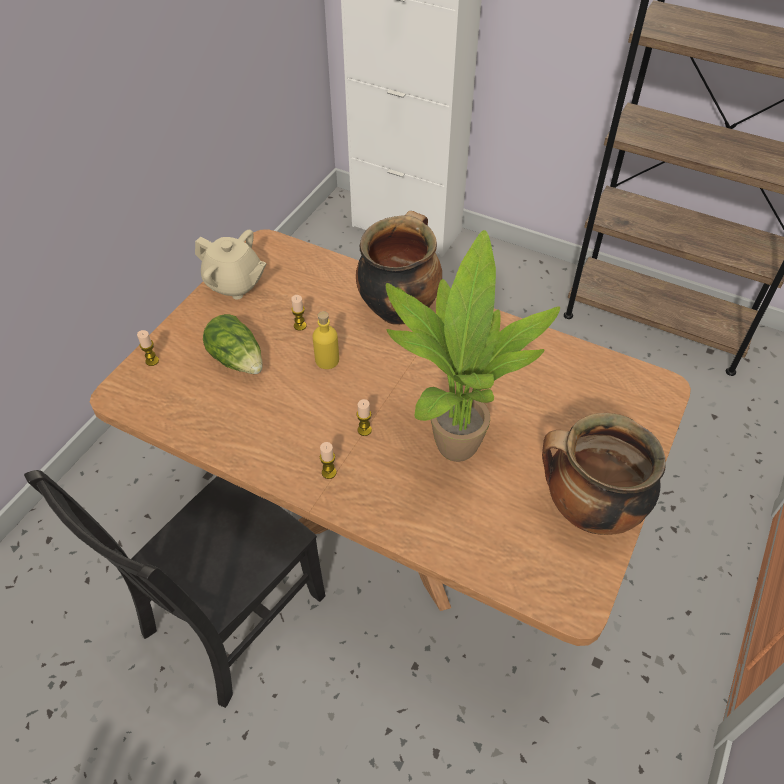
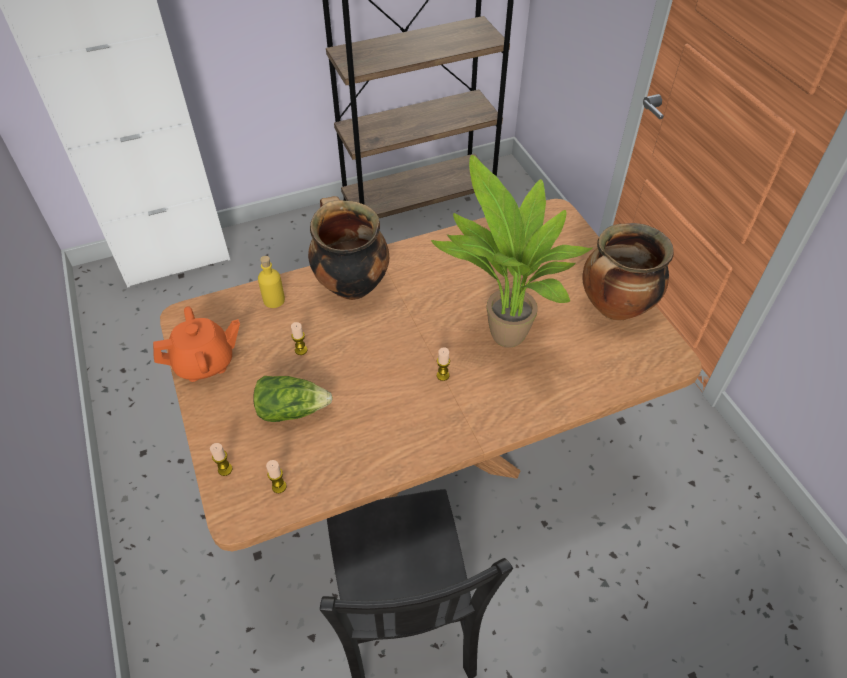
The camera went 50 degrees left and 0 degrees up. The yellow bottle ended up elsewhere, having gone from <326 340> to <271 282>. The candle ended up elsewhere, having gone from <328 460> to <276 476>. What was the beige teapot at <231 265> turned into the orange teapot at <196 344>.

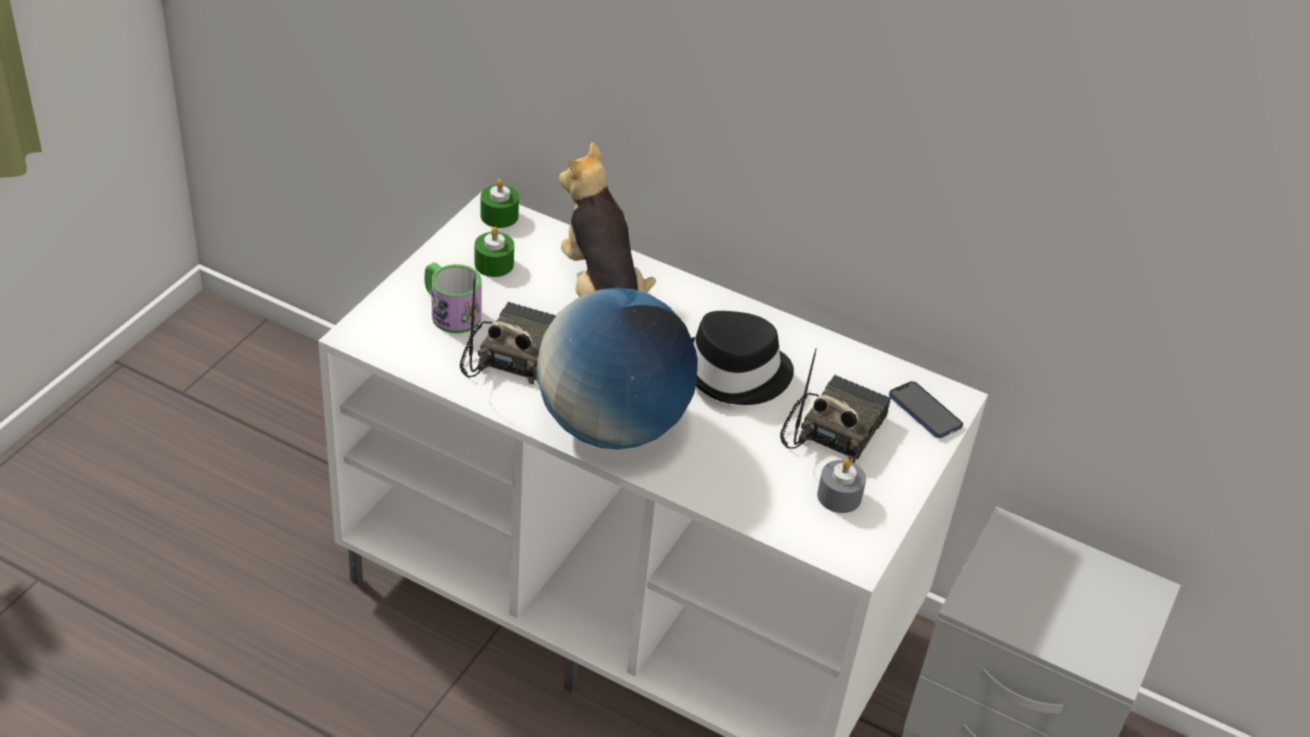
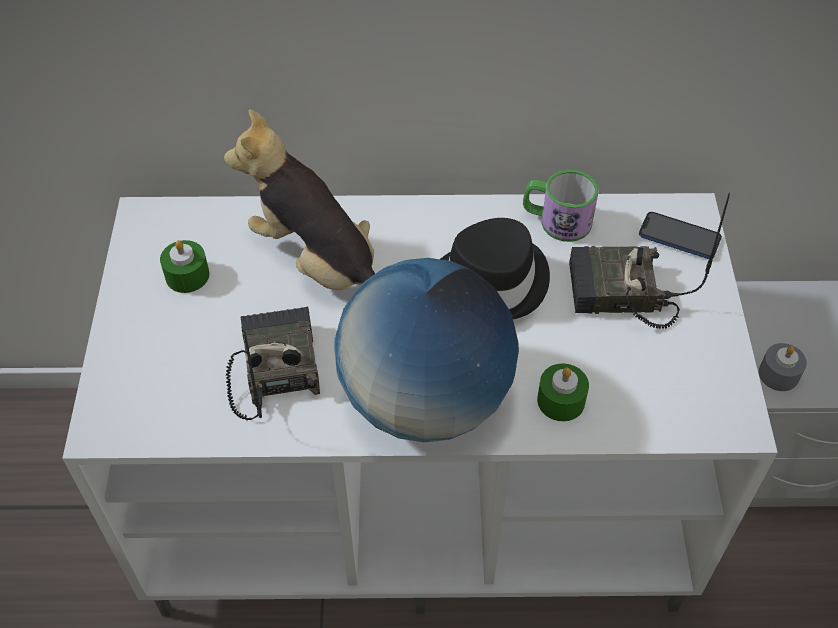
The camera went 25 degrees left and 10 degrees up. The mug ended up elsewhere, having gone from <452 297> to <560 206>. The green candle ended up elsewhere, having gone from <500 203> to <563 392>. The grey candle ended up elsewhere, having gone from <841 486> to <783 367>. The radio at <835 405> ended up facing another way, 90 degrees counterclockwise from before.

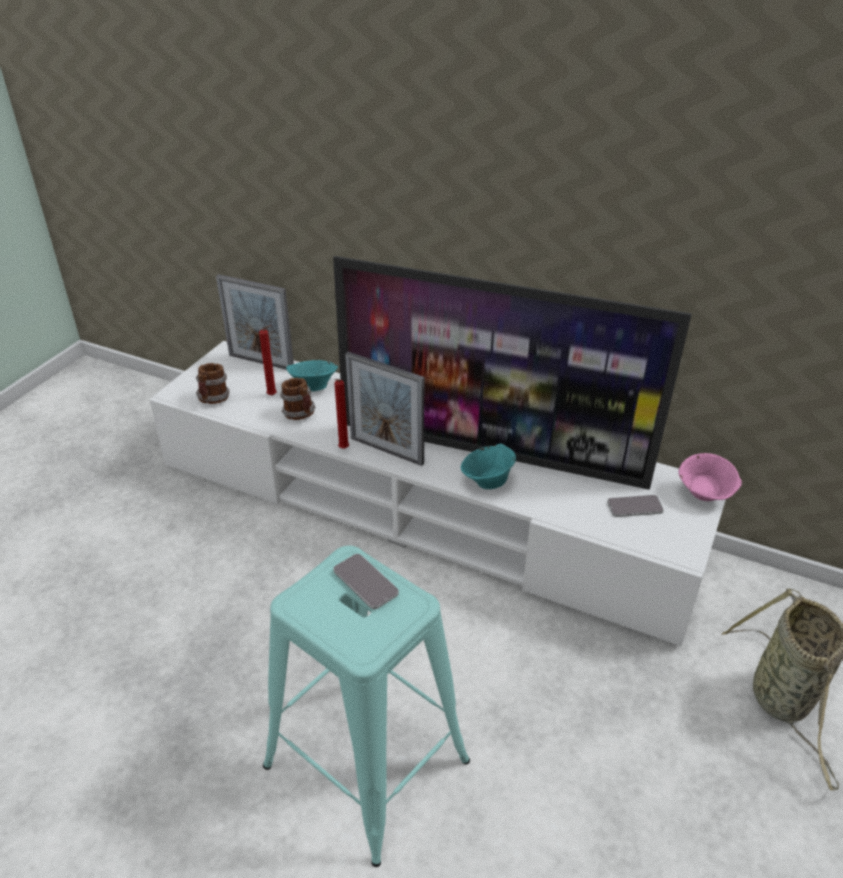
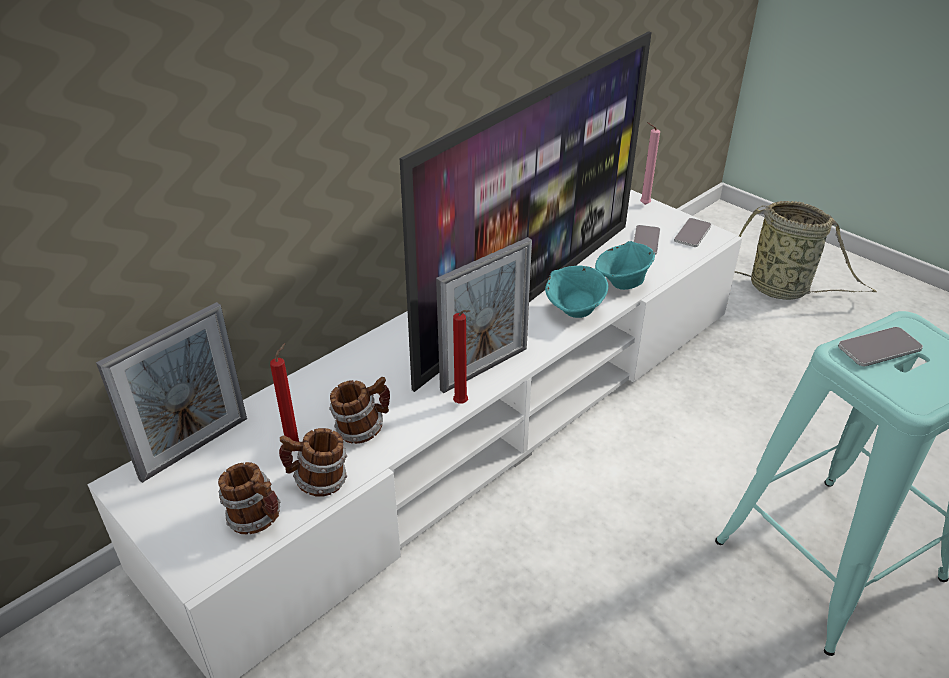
The camera went 70 degrees left and 0 degrees up. The second view gained the mug at <313 462>. The second view gained the phone at <692 232>. The turquoise bowl ended up elsewhere, having gone from <312 376> to <625 265>. Where the pink bowl stood at <710 477>, the pink candle came to stand at <650 163>.

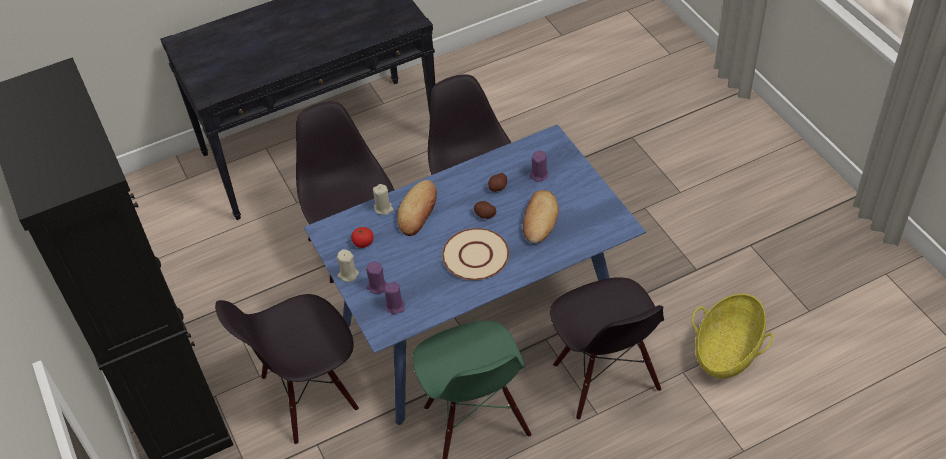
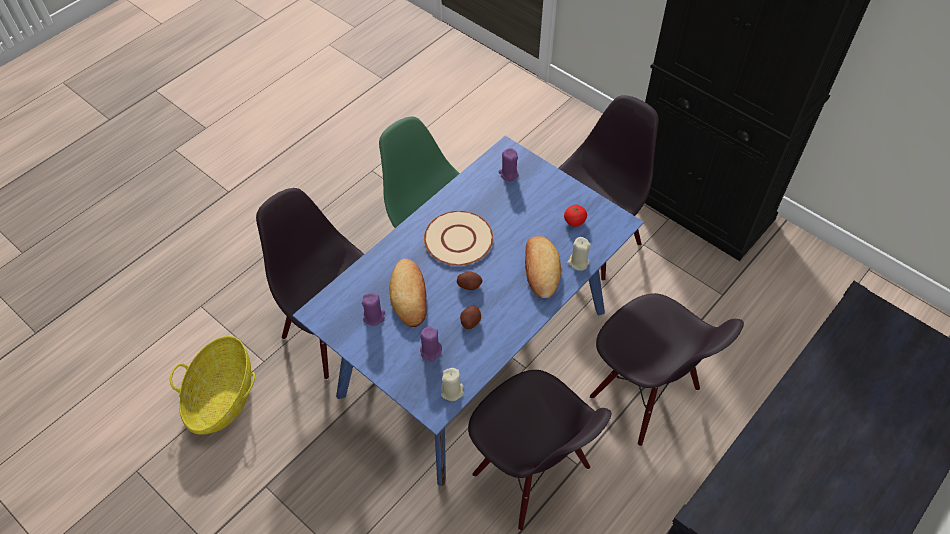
The camera went 155 degrees right and 5 degrees up. The beige candle ended up elsewhere, having gone from <348 265> to <452 384>. The purple candle ended up elsewhere, having gone from <376 277> to <373 309>.

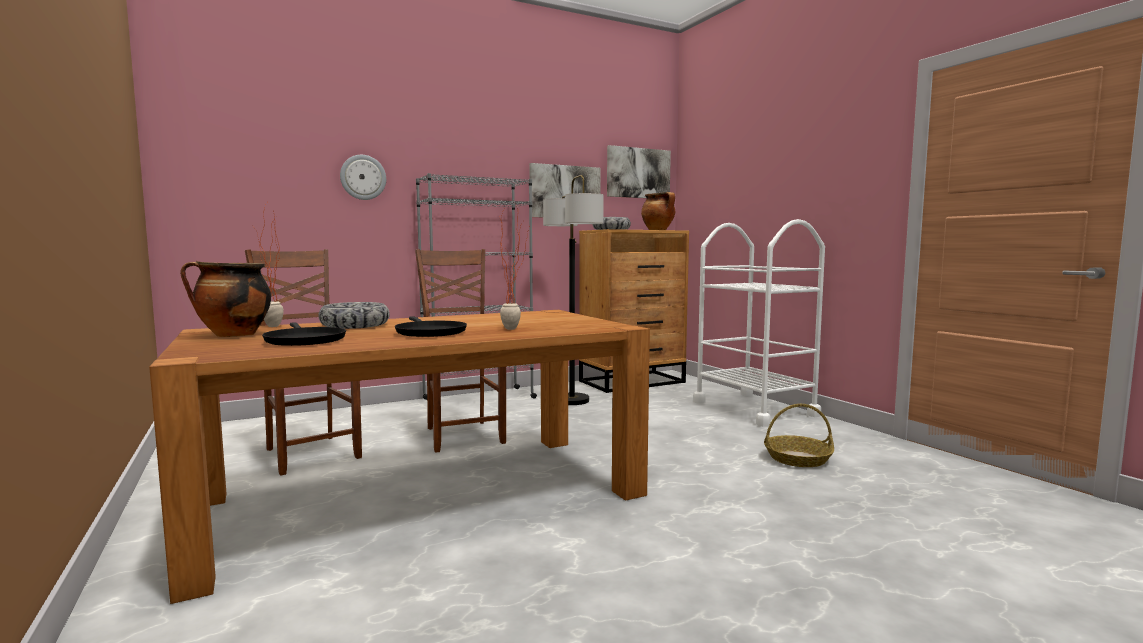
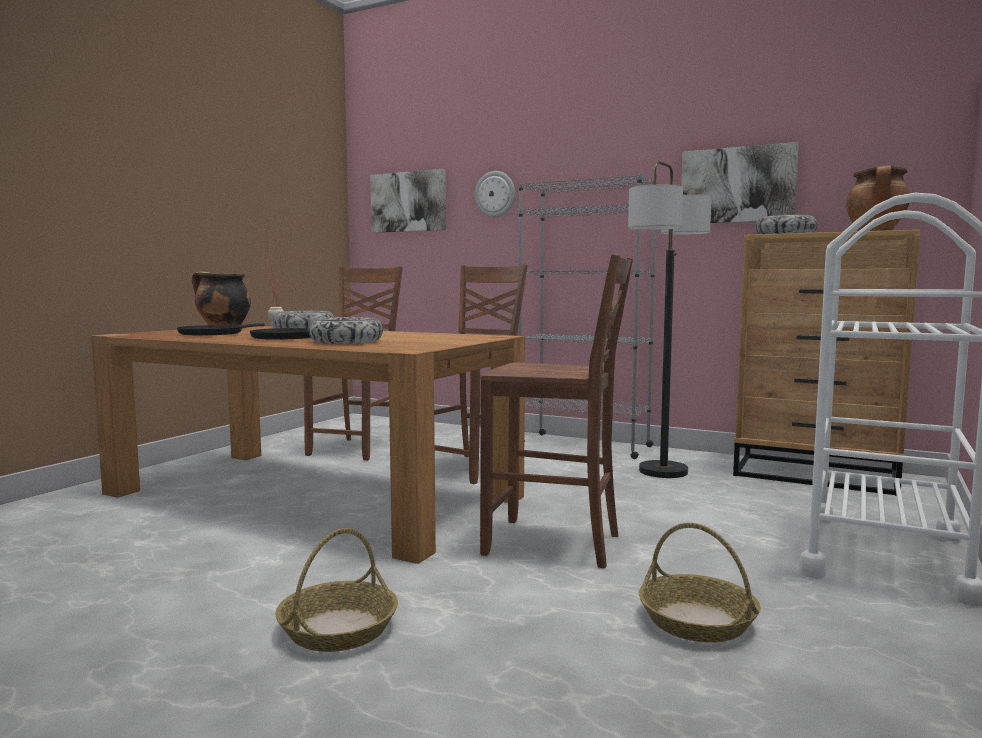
The camera went 55 degrees right and 0 degrees up. The second view gained the basket at <336 590>. The second view gained the brown chair at <556 411>. The picture ended up elsewhere, having gone from <639 171> to <408 201>. Where the potted plant stood at <514 266>, the bowl came to stand at <346 330>.

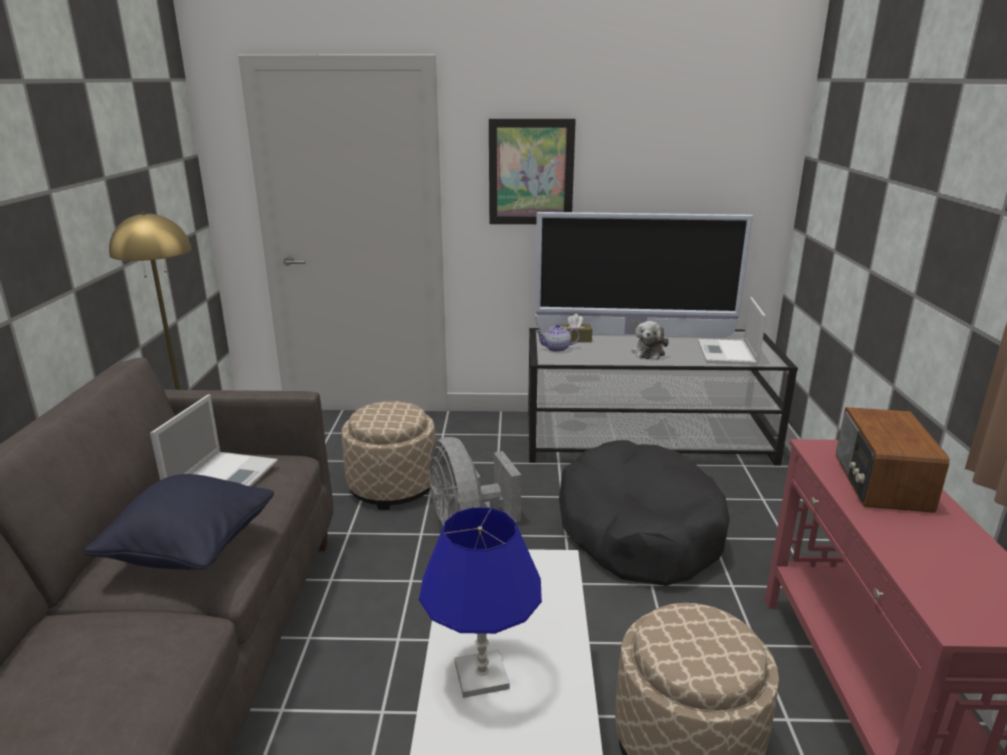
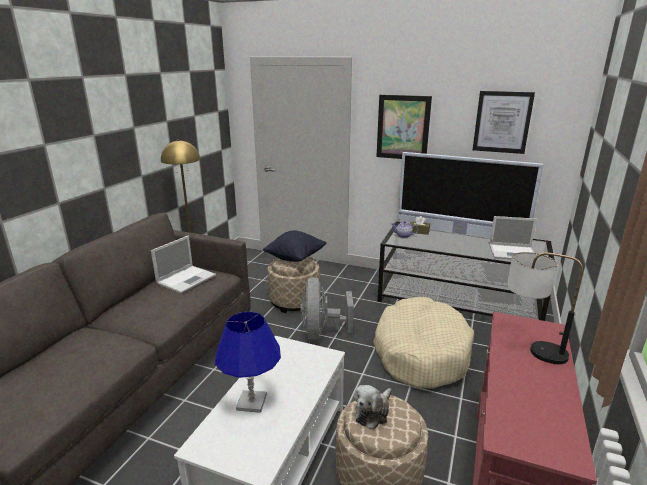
The camera went 20 degrees right and 0 degrees up. The second view gained the picture at <504 122>. The black pillow ended up elsewhere, having gone from <179 522> to <295 246>. The plush toy ended up elsewhere, having gone from <650 340> to <373 407>. Where the radio stood at <893 460>, the table lamp came to stand at <545 308>. What was the black dog bed at <644 513> turned into the beige dog bed at <423 343>. The laptop at <732 331> ended up facing another way, 105 degrees counterclockwise from before.

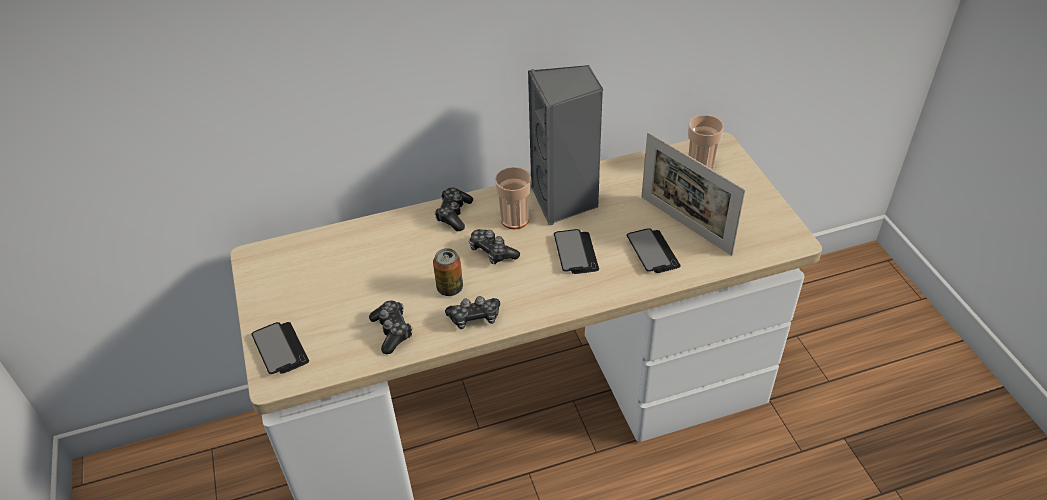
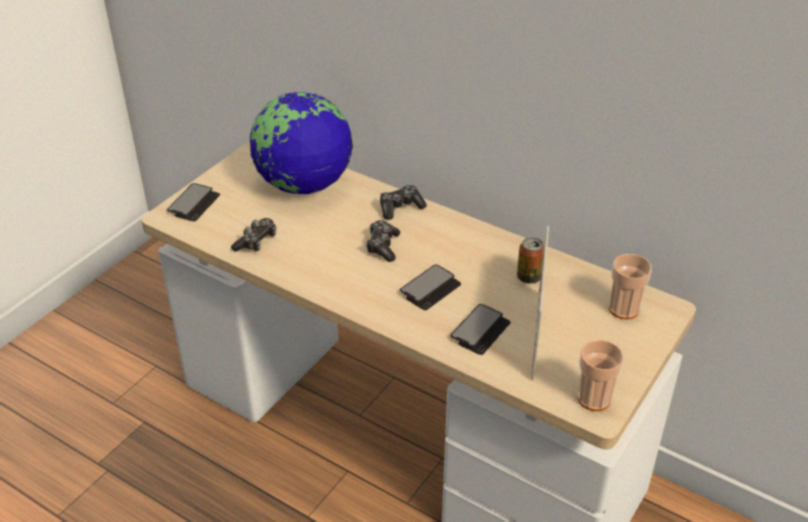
The camera went 50 degrees right and 5 degrees down. The second view lost the game controller at <472 312>. The second view lost the grey speaker at <565 145>. The second view gained the globe at <301 142>. The can ended up elsewhere, having gone from <448 272> to <530 260>. The cup ended up elsewhere, having gone from <513 198> to <601 375>.

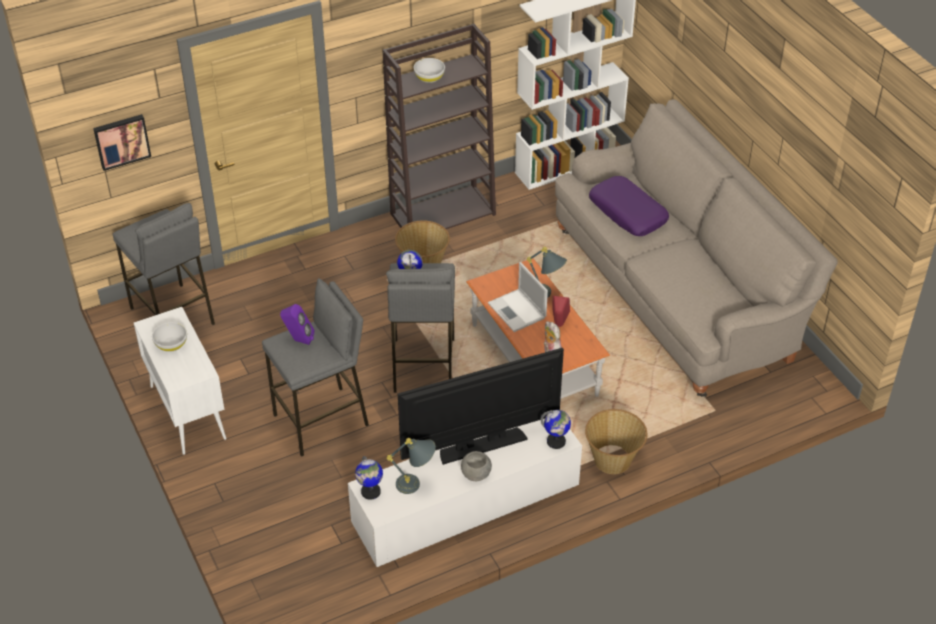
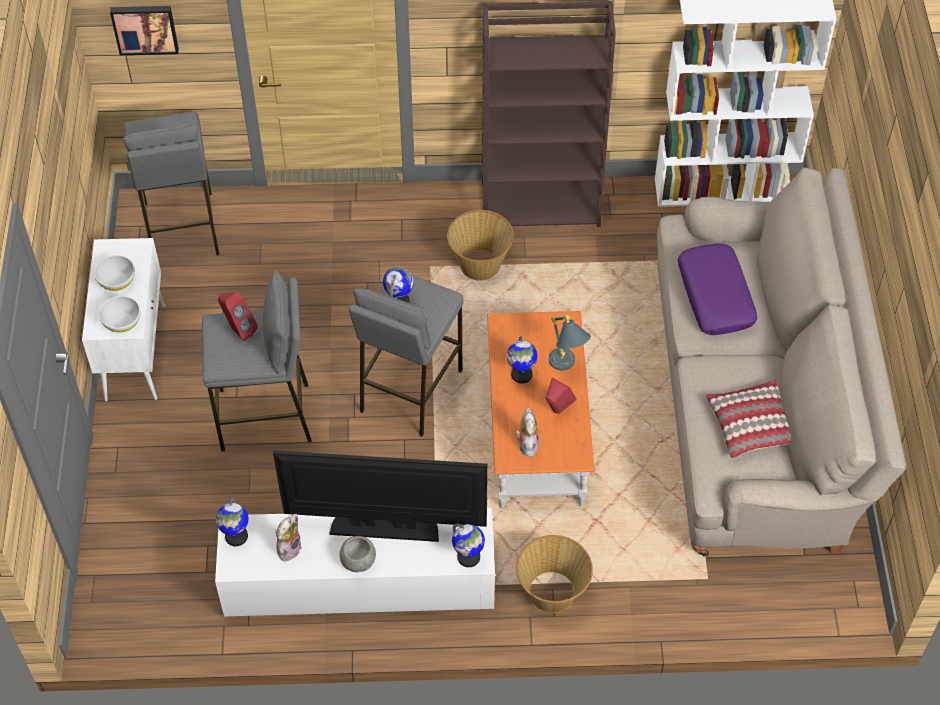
The camera went 25 degrees right and 10 degrees up. The second view gained the pillow at <748 419>. The white bowl ended up elsewhere, having gone from <429 70> to <120 314>. Where the grey table lamp stood at <411 466>, the plush toy came to stand at <288 537>. Where the laptop stood at <518 297>, the globe came to stand at <522 359>. What was the purple speaker at <297 324> turned into the red speaker at <238 317>.

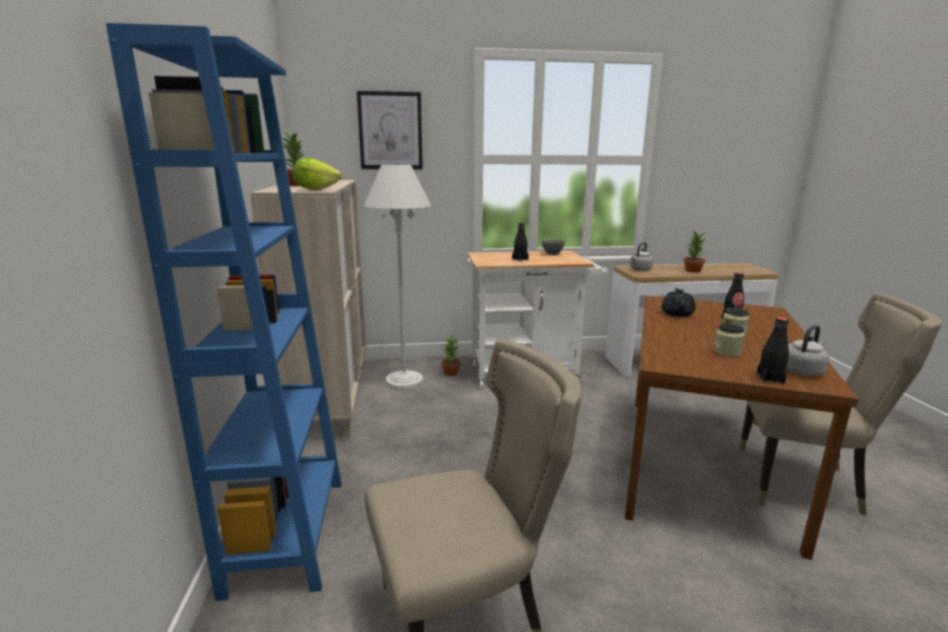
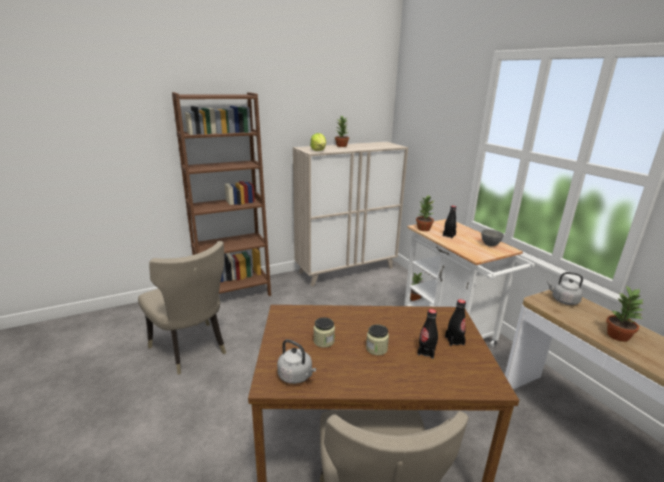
The camera went 70 degrees right and 5 degrees up. The second view lost the picture at <390 130>. The second view lost the white floor lamp at <397 276>. The second view lost the black teapot at <678 302>. The second view gained the potted plant at <425 213>. The black bottle ended up elsewhere, having gone from <773 350> to <455 322>. What was the blue bookcase at <224 312> turned into the brown bookcase at <221 194>.

